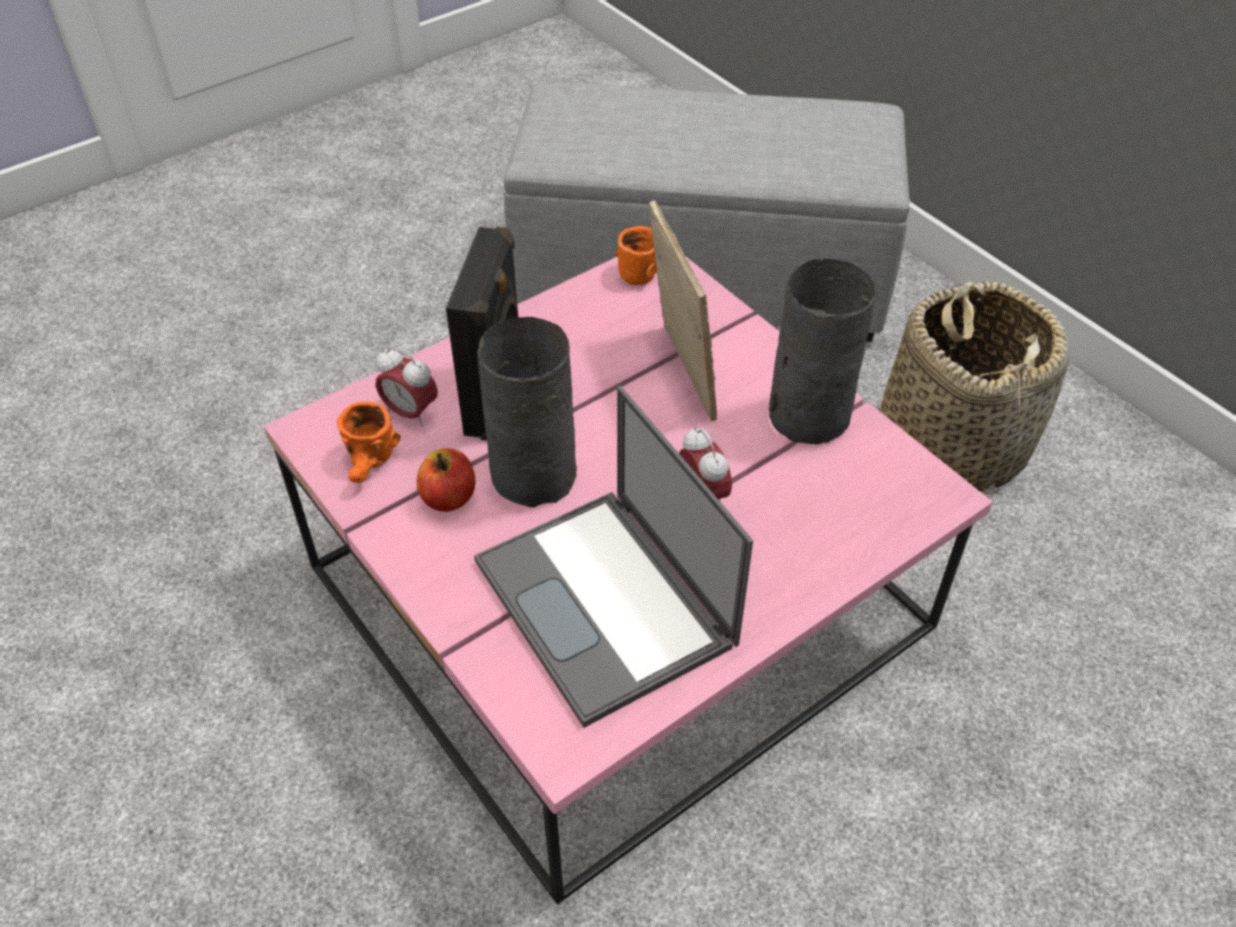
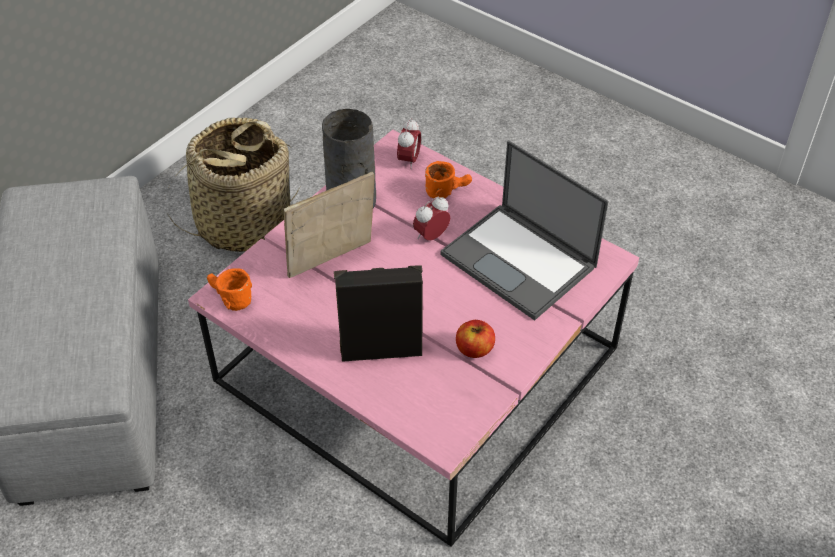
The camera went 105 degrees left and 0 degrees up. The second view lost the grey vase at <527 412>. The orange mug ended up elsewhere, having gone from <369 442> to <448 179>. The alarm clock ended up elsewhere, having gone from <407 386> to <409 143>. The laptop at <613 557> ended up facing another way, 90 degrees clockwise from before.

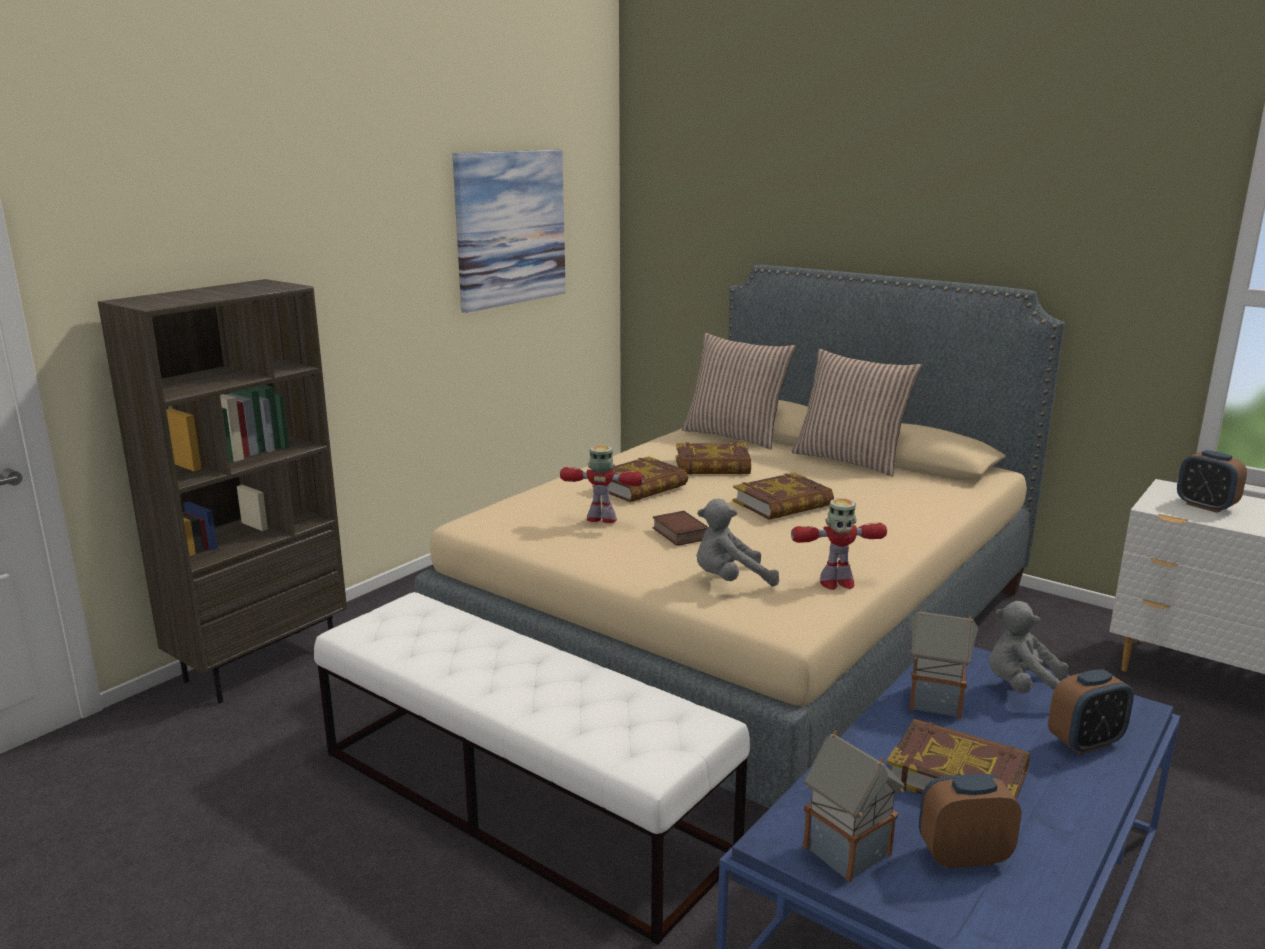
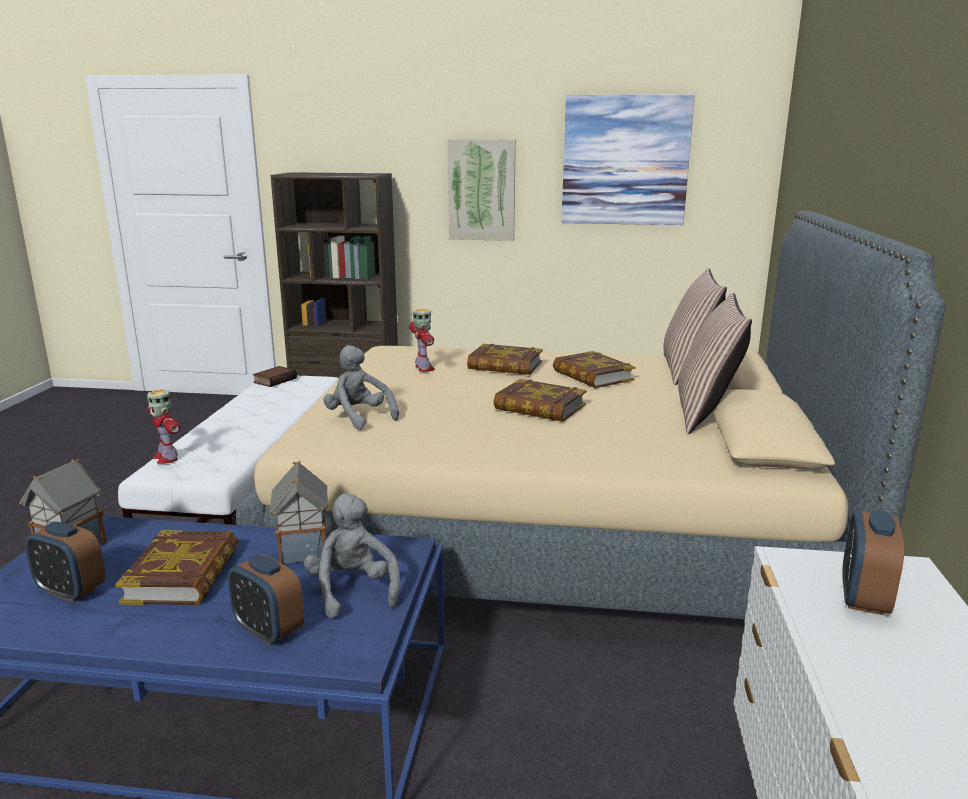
The camera went 60 degrees right and 0 degrees up. The second view gained the picture at <481 190>. The book ended up elsewhere, having gone from <680 528> to <275 376>. The toy robot ended up elsewhere, having gone from <839 544> to <163 427>. The alarm clock at <970 821> ended up facing another way, 150 degrees clockwise from before.

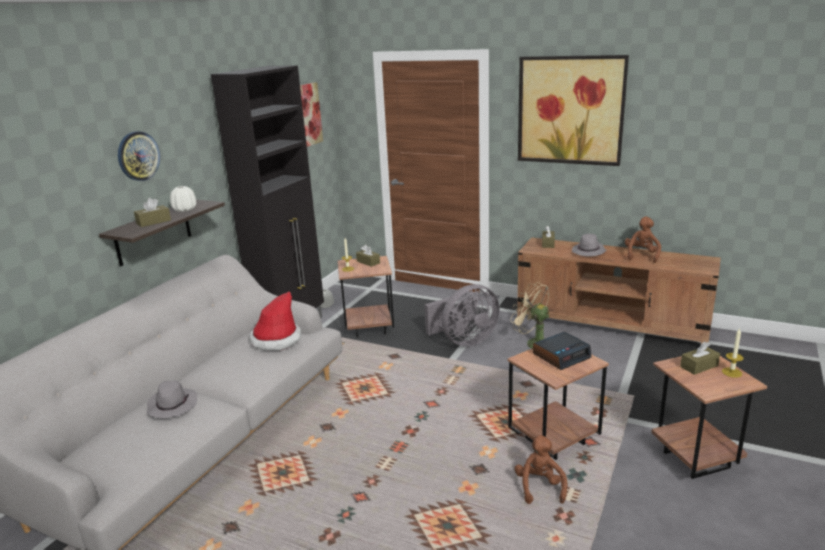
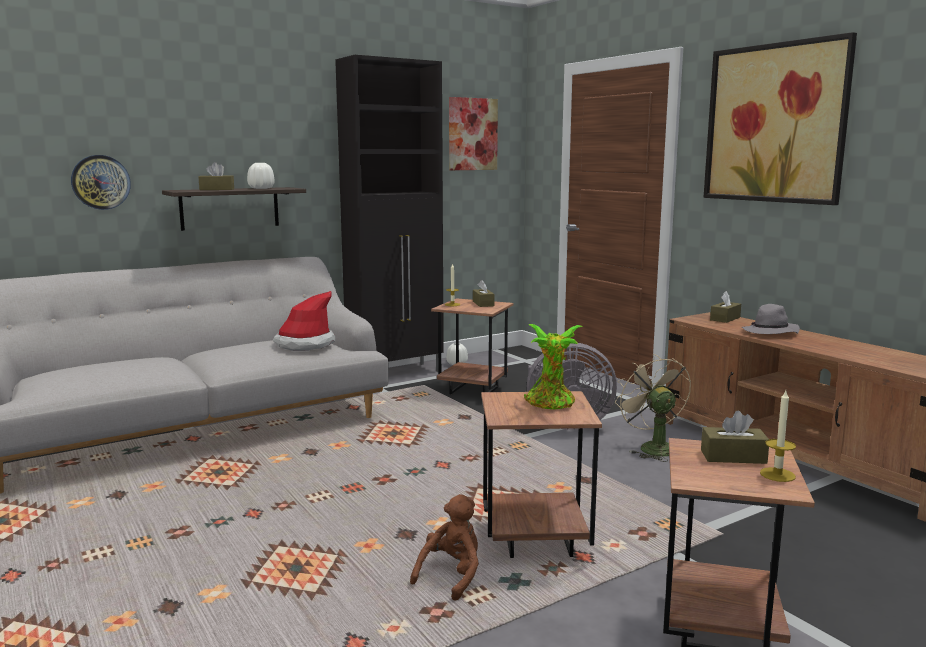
The camera went 30 degrees right and 10 degrees down. The second view lost the grey hat at <172 399>. The second view lost the brown plush toy at <643 239>. The wall clock ended up elsewhere, having gone from <139 156> to <101 182>. Where the alarm clock stood at <562 351>, the potted plant came to stand at <553 366>.

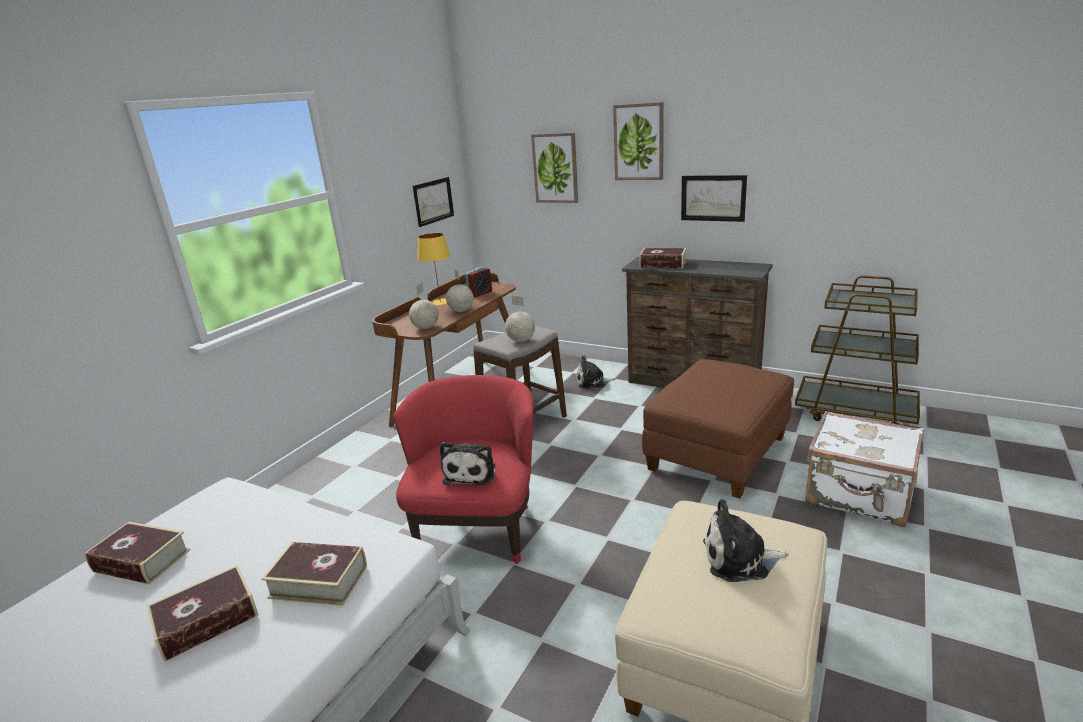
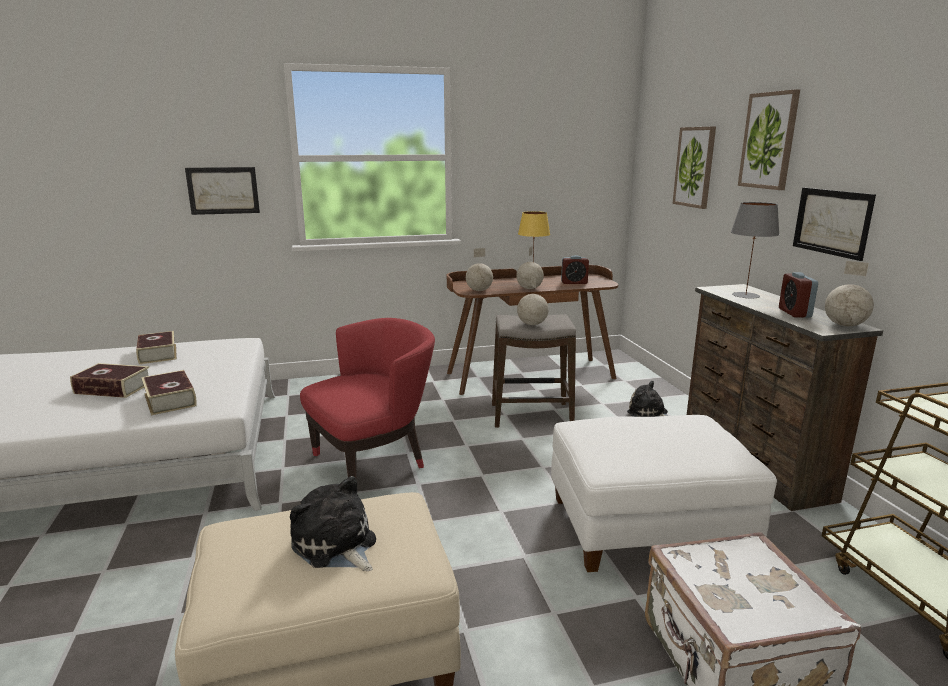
The camera went 45 degrees right and 5 degrees down. The second view lost the plush toy at <467 464>. The second view gained the alarm clock at <798 294>. The second view gained the globe at <849 293>. The picture ended up elsewhere, having gone from <433 202> to <222 191>. Where the book stood at <663 258>, the grey table lamp came to stand at <755 250>. What was the brown ottoman at <718 429> turned into the white ottoman at <664 493>.

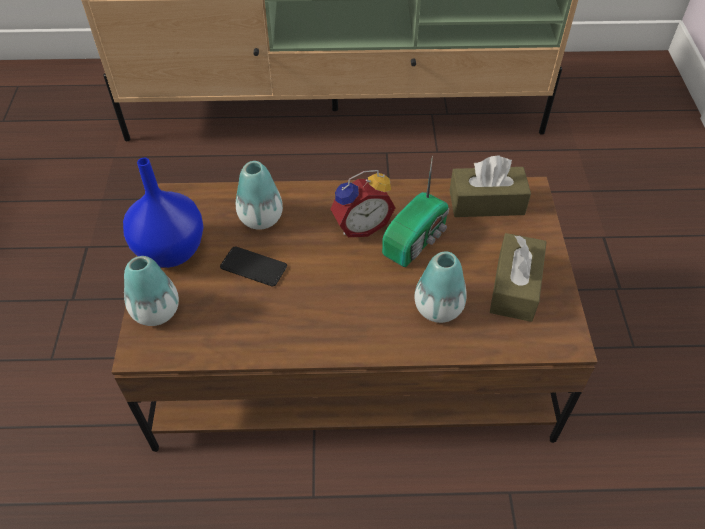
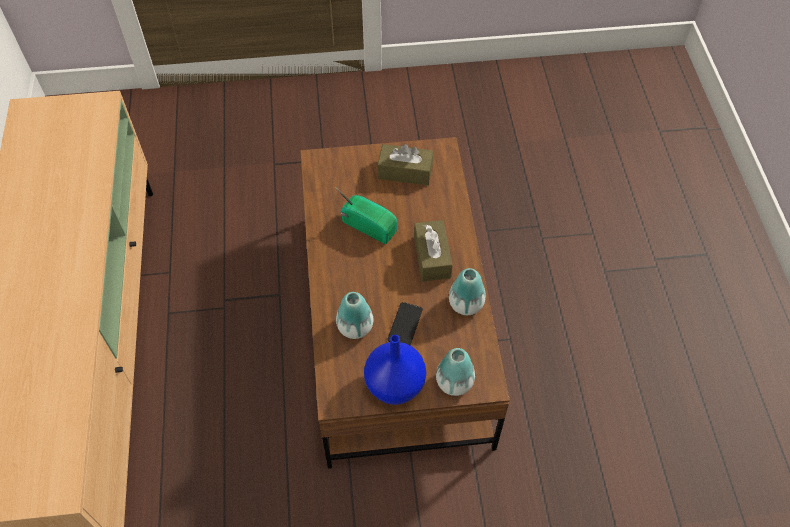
The camera went 95 degrees left and 5 degrees up. The second view lost the alarm clock at <363 203>. The vase ended up elsewhere, having gone from <440 287> to <467 291>. The brown tissue box ended up elsewhere, having gone from <490 186> to <433 251>.

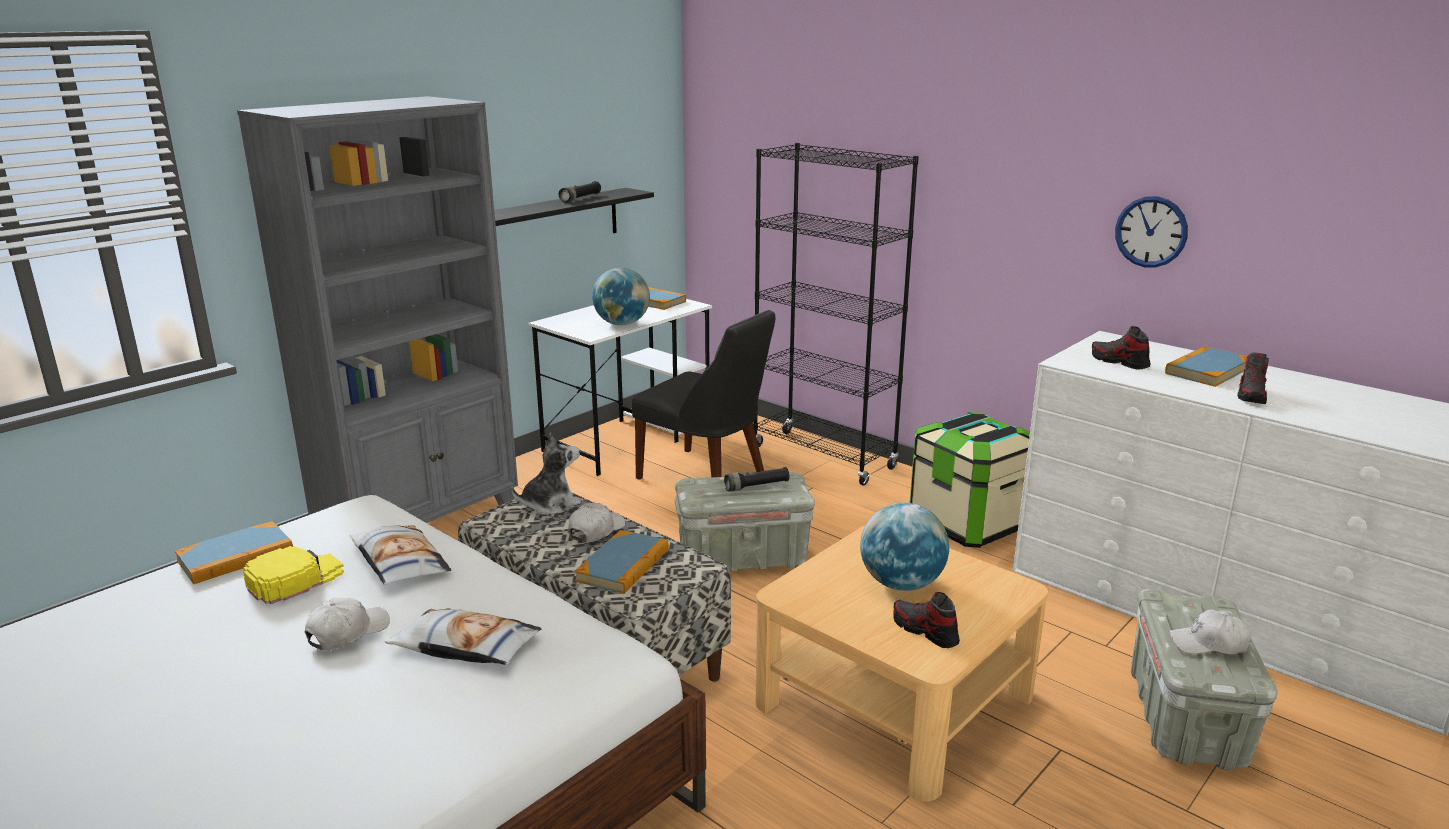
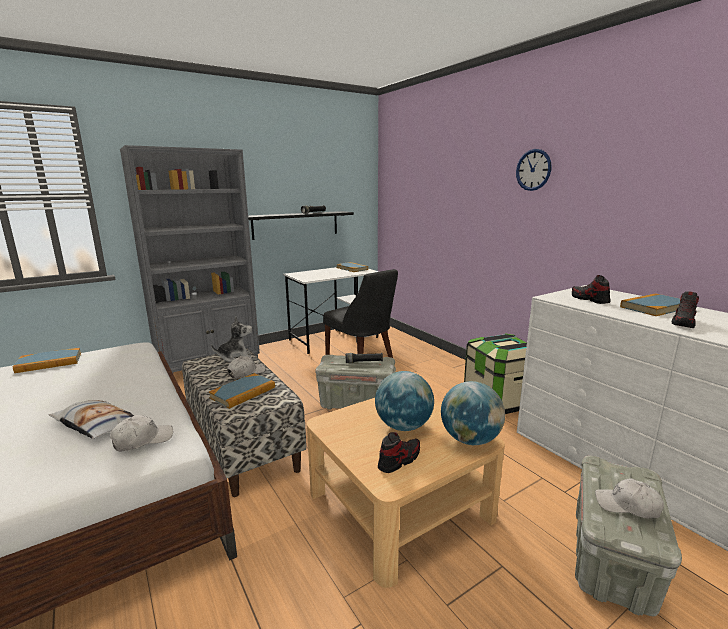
The camera went 15 degrees right and 5 degrees down. The second view lost the yellow cap at <293 575>. The second view lost the pillow at <401 555>. The second view lost the black bookcase at <836 314>. The white cap ended up elsewhere, having gone from <347 623> to <141 433>. The globe ended up elsewhere, having gone from <621 296> to <473 413>. The wall clock ended up elsewhere, having gone from <1151 232> to <533 170>. The shoe at <926 620> ended up facing another way, 75 degrees clockwise from before.

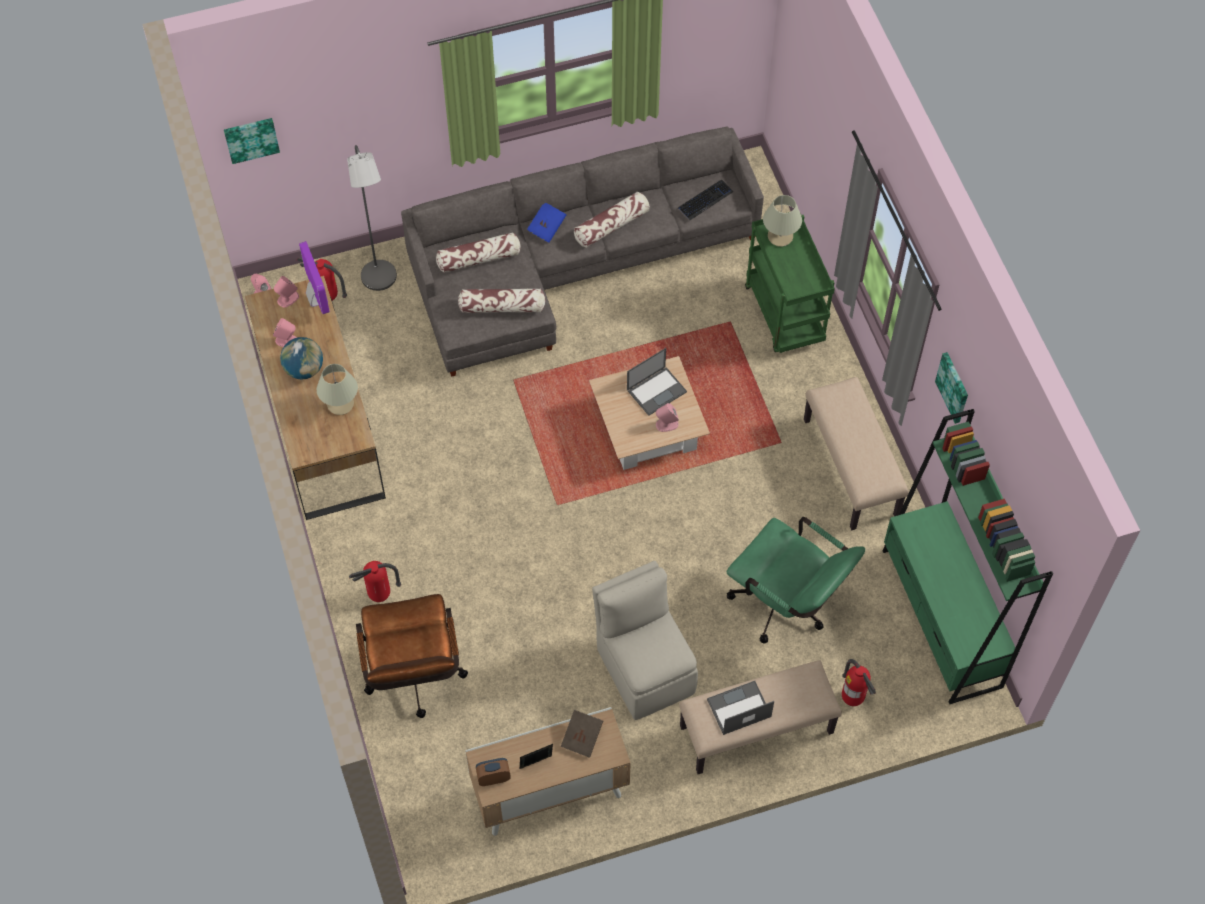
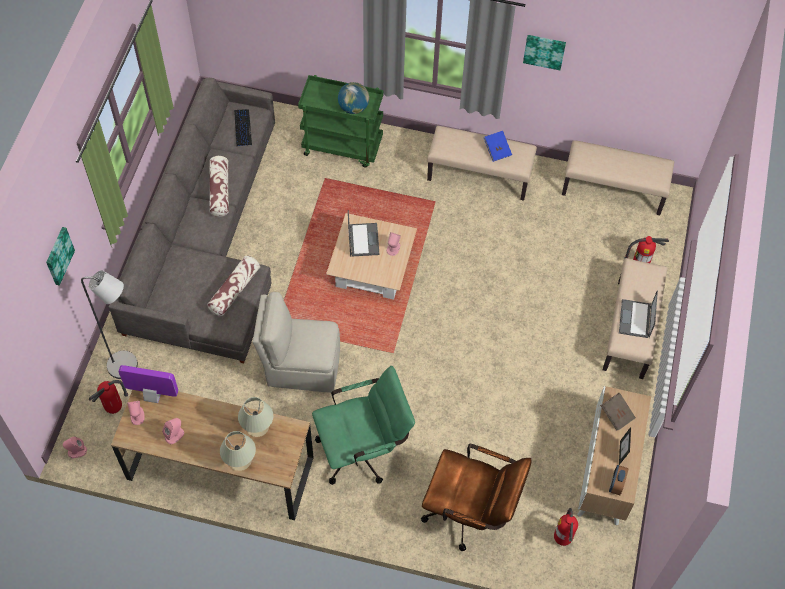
The camera went 60 degrees left and 0 degrees up. The second view lost the pillow at <478 252>. The picture ended up elsewhere, having gone from <252 141> to <60 256>. The globe ended up elsewhere, having gone from <301 358> to <353 98>. The fire extinguisher ended up elsewhere, having gone from <375 581> to <566 527>. The blue book ended up elsewhere, having gone from <546 223> to <498 146>. The beige chair ended up elsewhere, having gone from <645 640> to <296 342>. The green office chair ended up elsewhere, having gone from <795 580> to <363 425>. The beige table lamp ended up elsewhere, having gone from <782 221> to <238 451>. Where the green bookcase stood at <967 556>, the beige bench came to stand at <618 177>.

